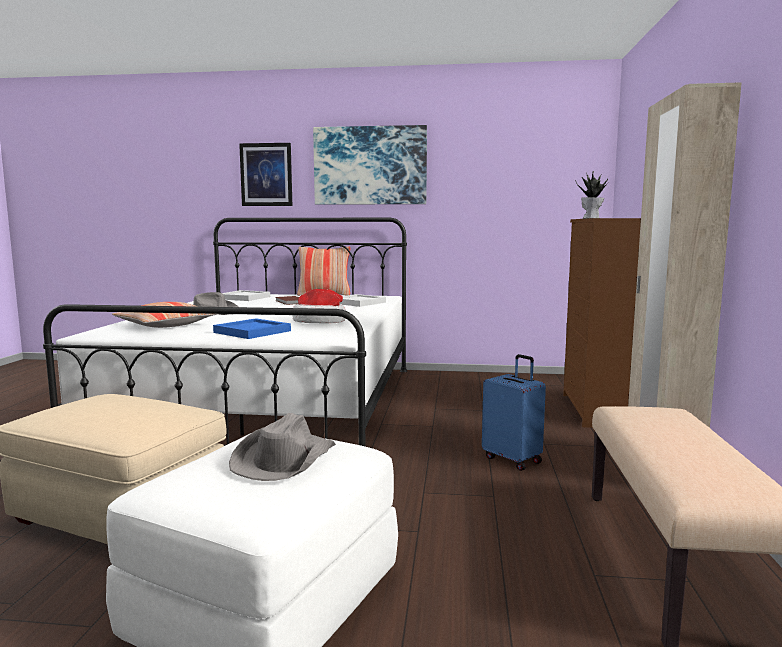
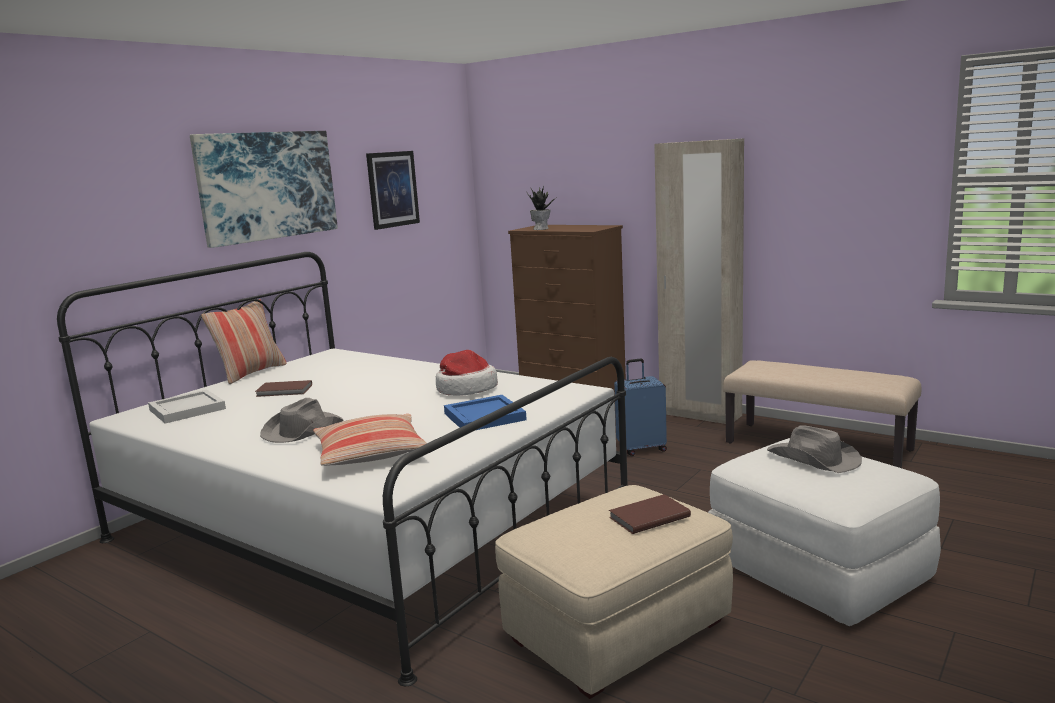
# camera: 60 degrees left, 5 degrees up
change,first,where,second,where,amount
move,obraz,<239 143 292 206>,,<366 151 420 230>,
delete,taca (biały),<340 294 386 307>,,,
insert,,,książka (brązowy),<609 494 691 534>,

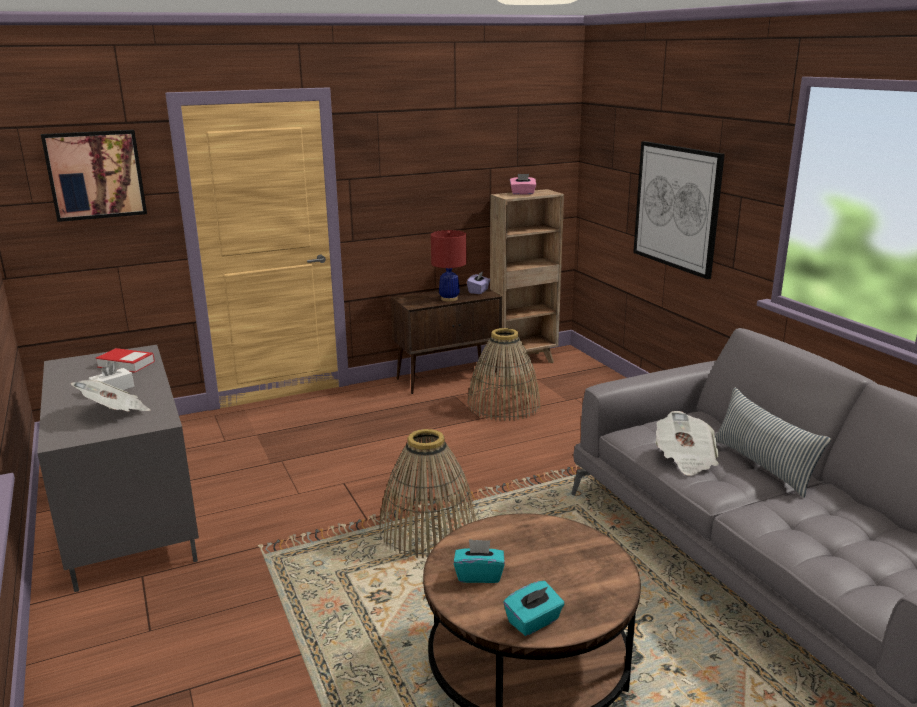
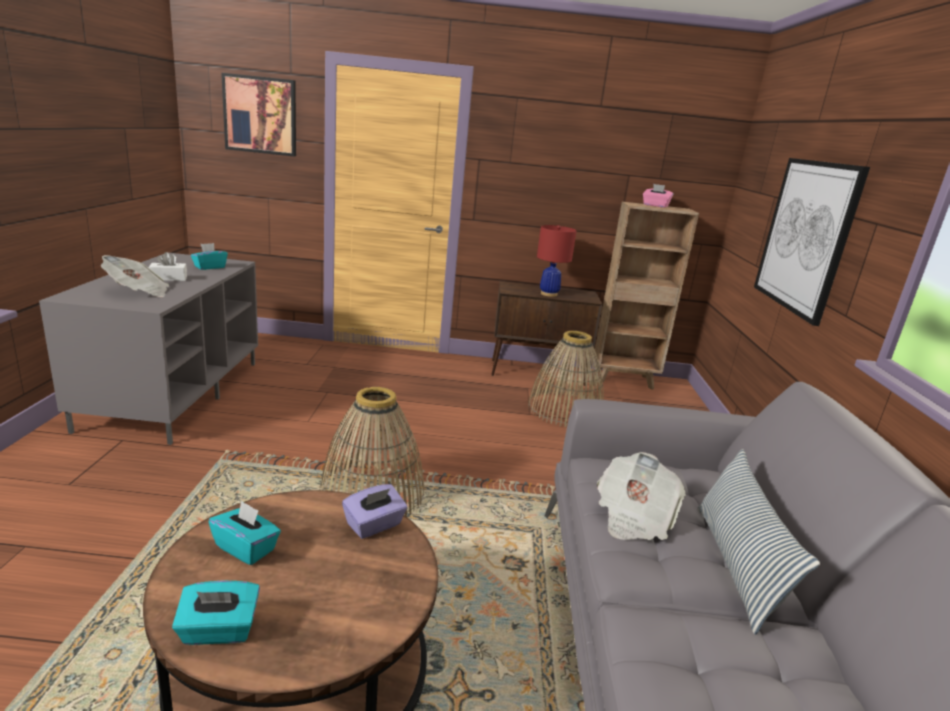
# camera: 25 degrees right, 0 degrees up
change,first,where,second,where,amount
replace,książka,<96 348 155 373>,pudełko chusteczek (turkusowy),<191 243 228 270>,
move,pudełko chusteczek (fioletowy),<467 271 490 294>,,<342 484 407 539>,

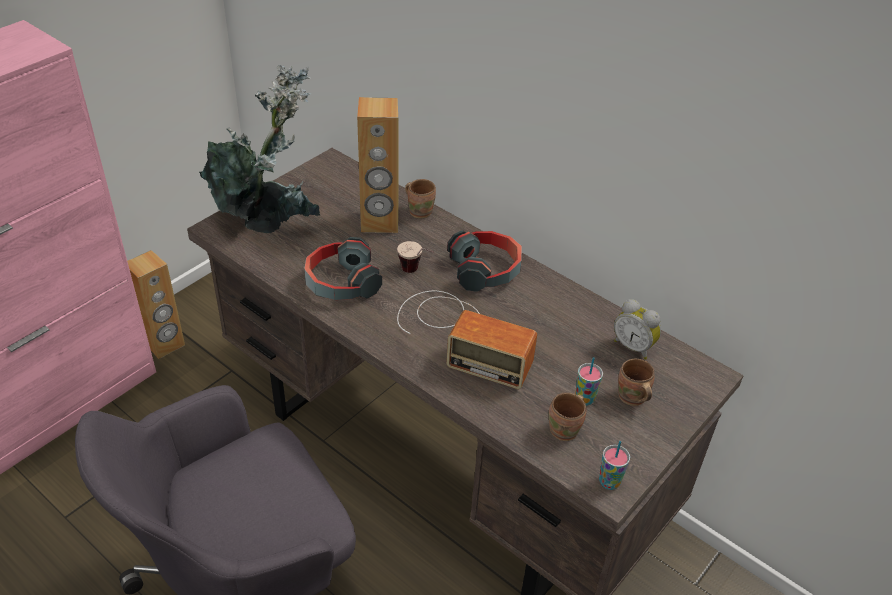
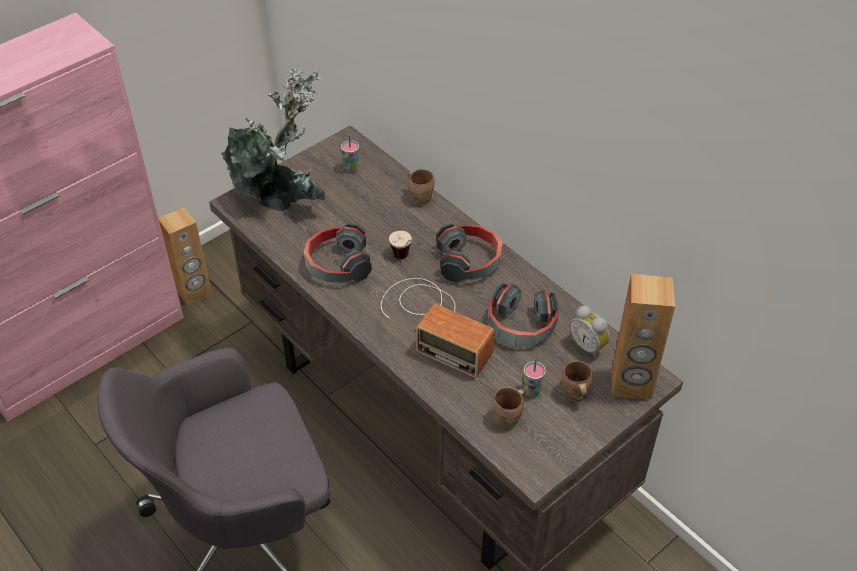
# camera: 10 degrees right, 5 degrees up
change,first,where,second,where,amount
move,głośnik (brązowy),<357 97 399 233>,,<612 274 675 400>,
move,filiżanka,<599 441 630 490>,,<341 134 359 173>,
insert,,,słuchawki,<489 283 558 348>,

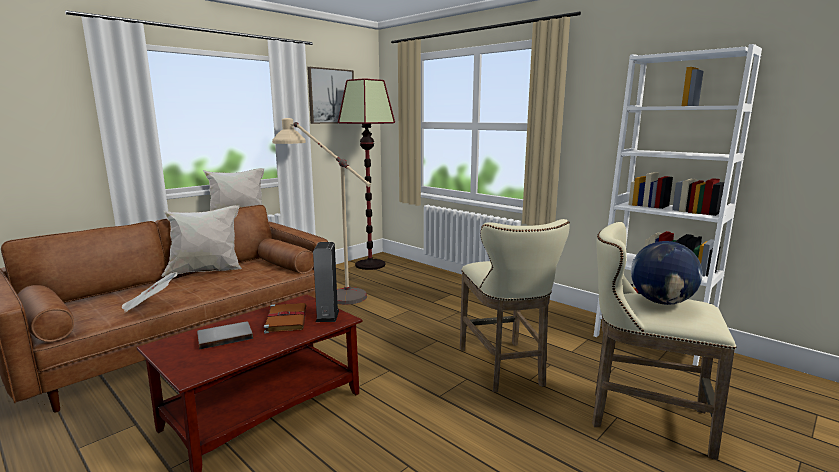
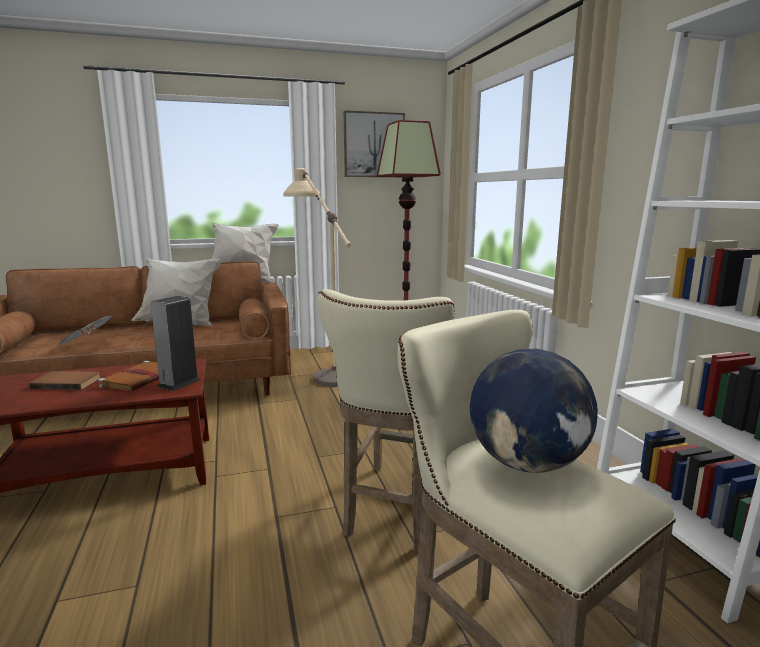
# camera: 30 degrees right, 0 degrees up
change,first,where,second,where,amount
recolor,książka (szary),<197 322 253 349>,książka (brązowy),<29 371 101 390>,

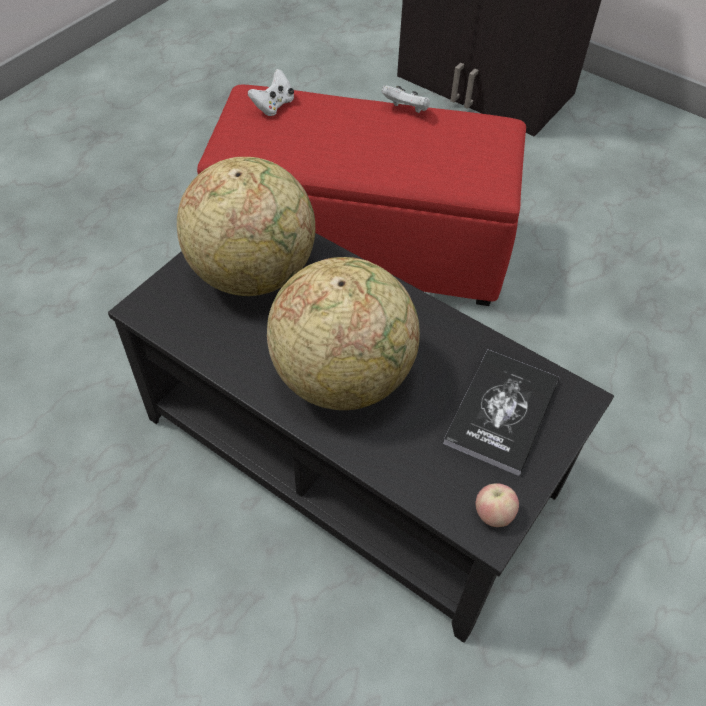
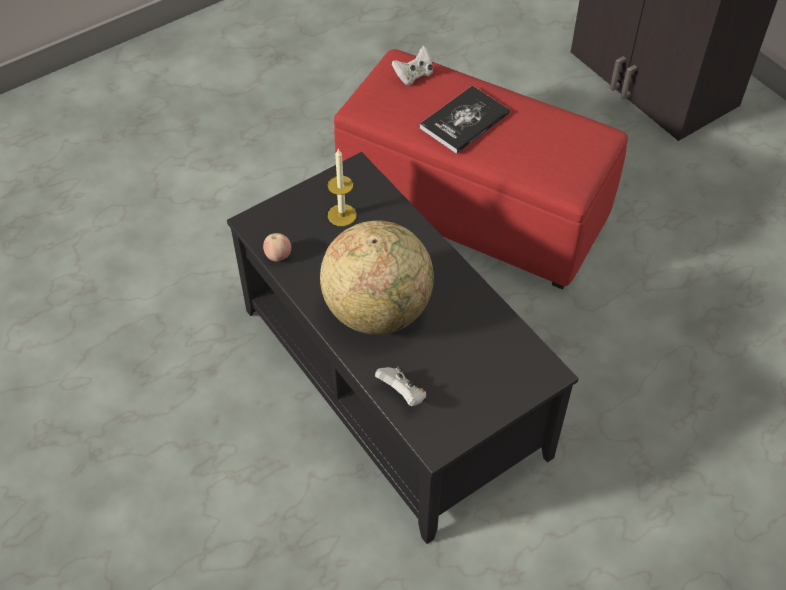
# camera: 20 degrees right, 0 degrees up
change,first,where,second,where,amount
replace,globus,<177 157 315 296>,świeca,<328 148 357 226>,
move,pad do gier (biały),<382 86 430 113>,,<375 366 426 406>,
move,książka,<443 350 559 476>,,<420 85 510 154>,
move,jabłko,<475 483 519 527>,,<263 233 291 261>,

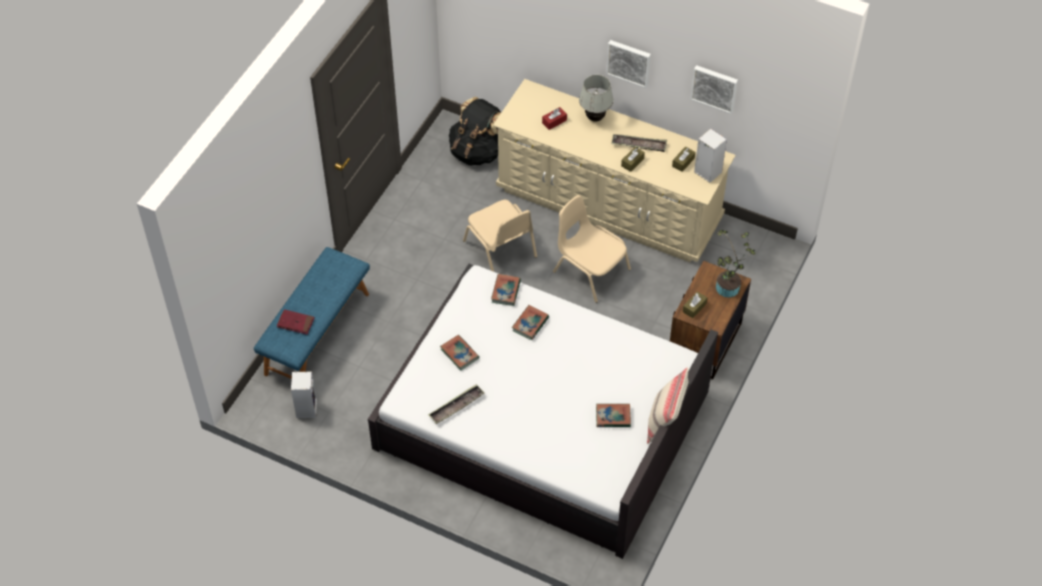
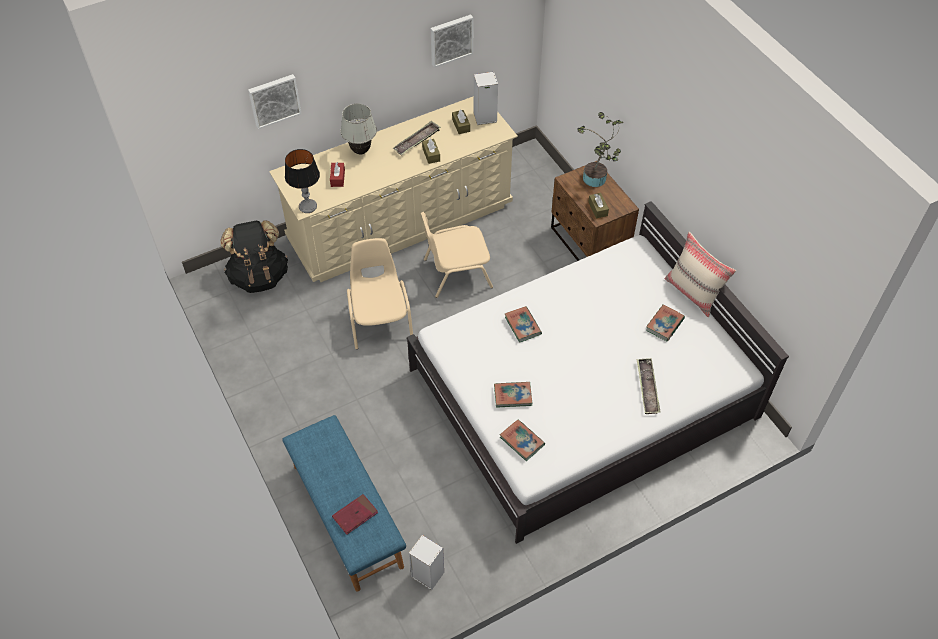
# camera: 55 degrees left, 0 degrees up
change,first,where,second,where,amount
move,taca,<428 384 485 424>,,<637 358 661 414>,
rotate,krzesło (beżowy),<463 200 537 272>,,<347 238 413 349>,105 degrees counterclockwise
move,książka,<491 274 521 306>,,<500 419 545 461>,
move,obraz,<606 40 651 88>,,<248 74 302 129>,
insert,,,lampa stołowa,<285 149 320 213>,

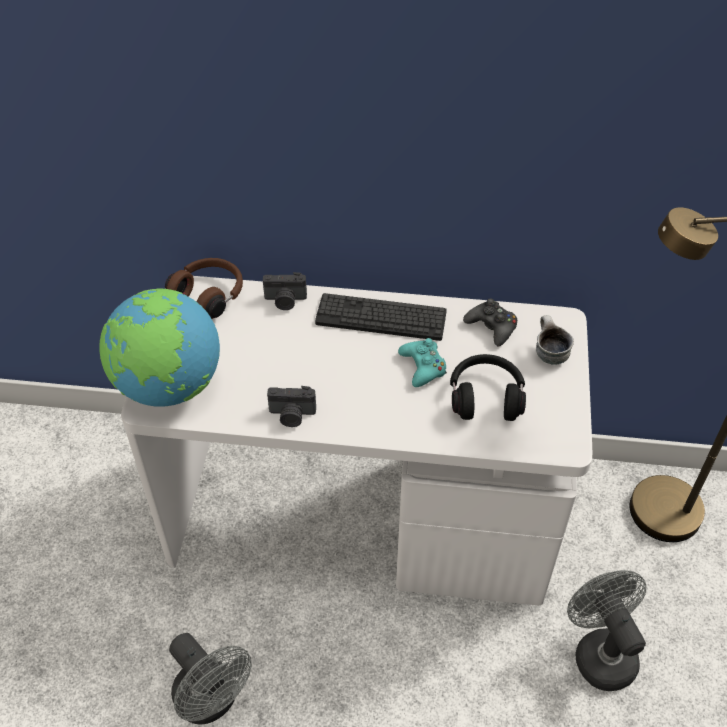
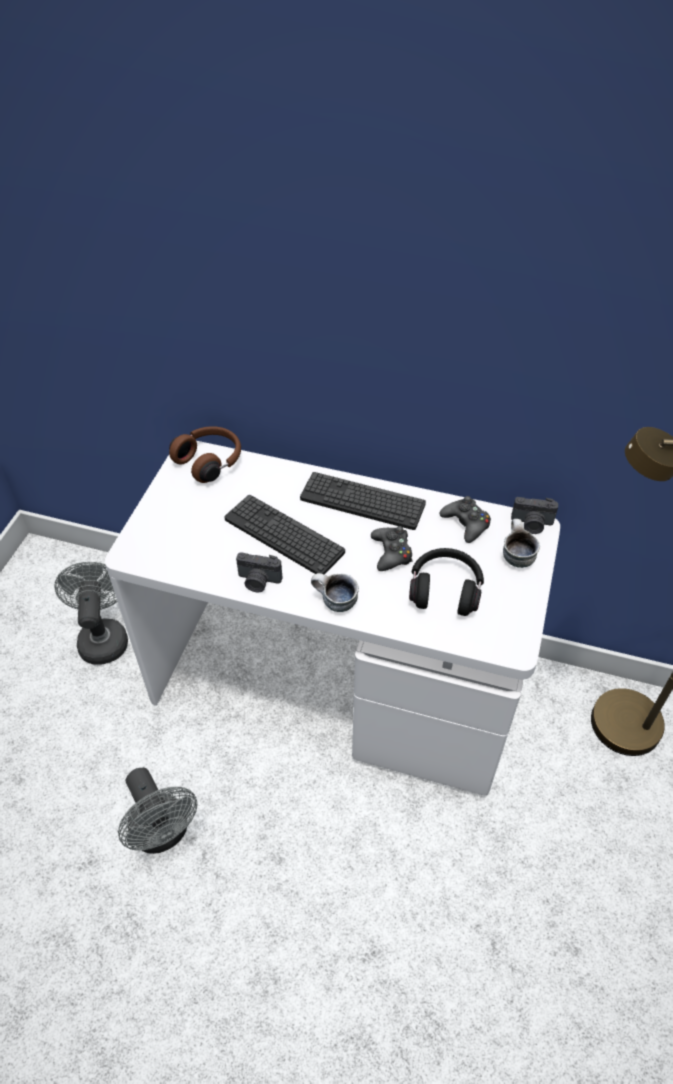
# camera: 10 degrees right, 0 degrees up
change,first,where,second,where,amount
delete,globus,<99 289 220 407>,,,
move,aparat fotograficzny,<263 272 307 310>,,<511 497 558 534>,
recolor,pad do gier (turkusowy),<398 338 447 387>,pad do gier (czarny),<371 526 413 571>,
move,wentylator (szary),<567 570 646 691>,,<54 562 128 665>,
insert,,,klawiatura,<225 495 345 575>,
insert,,,kubek,<311 573 359 612>,

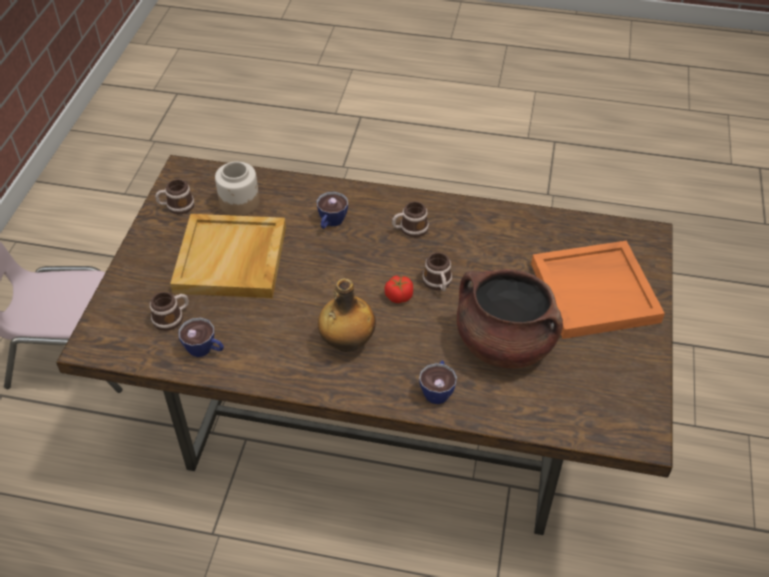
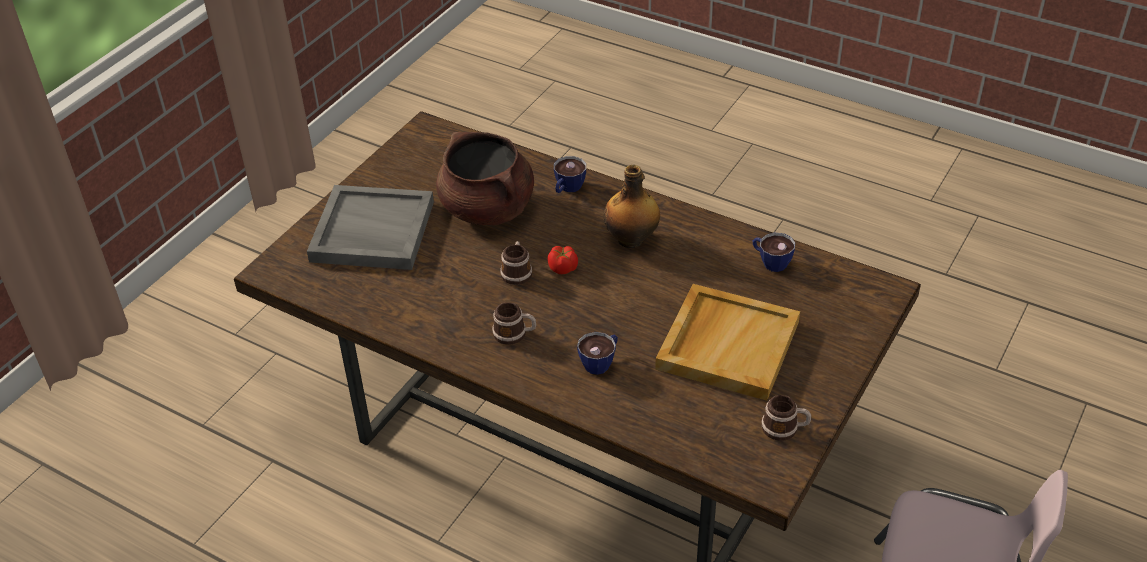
# camera: 160 degrees left, 5 degrees down
change,first,where,second,where,amount
delete,kubek,<150 292 189 331>,,,
delete,słoik,<215 162 260 216>,,,
recolor,taca (pomarańczowy),<531 241 665 339>,taca (szary),<307 185 434 270>,

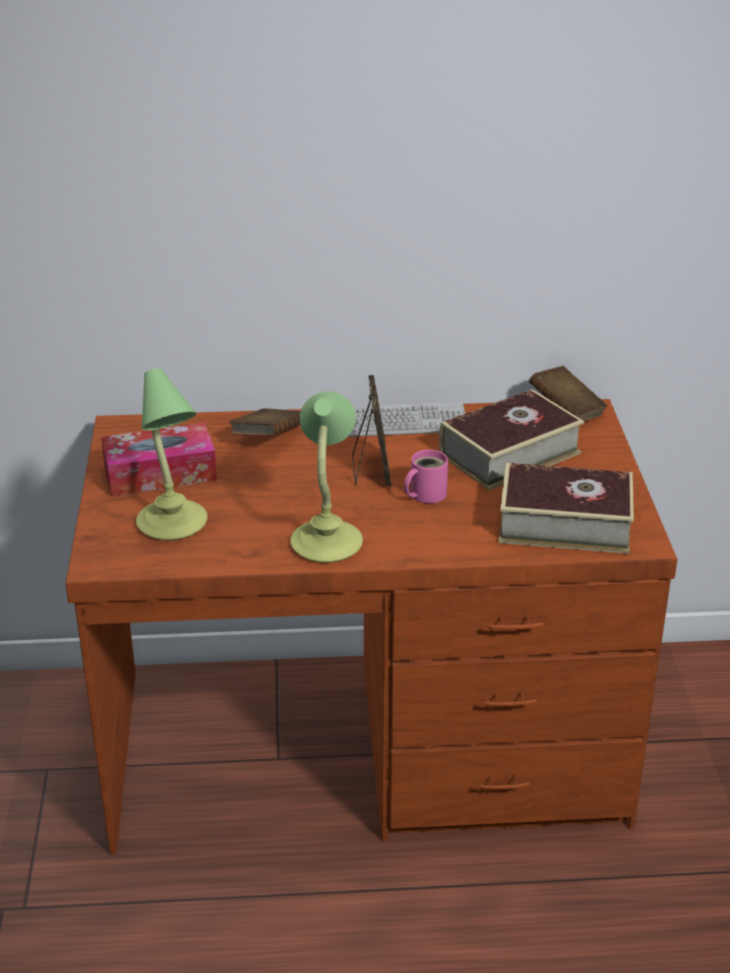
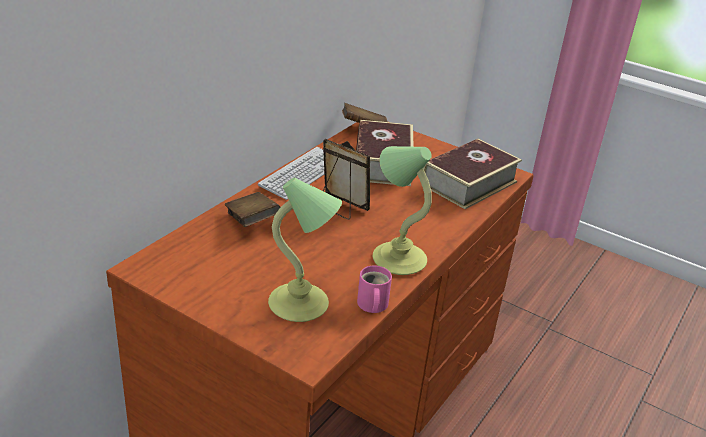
# camera: 55 degrees left, 0 degrees up
change,first,where,second,where,amount
delete,pudełko chusteczek,<101 423 217 496>,,,
move,kubek (różowy),<404 450 448 503>,,<357 266 392 313>,

